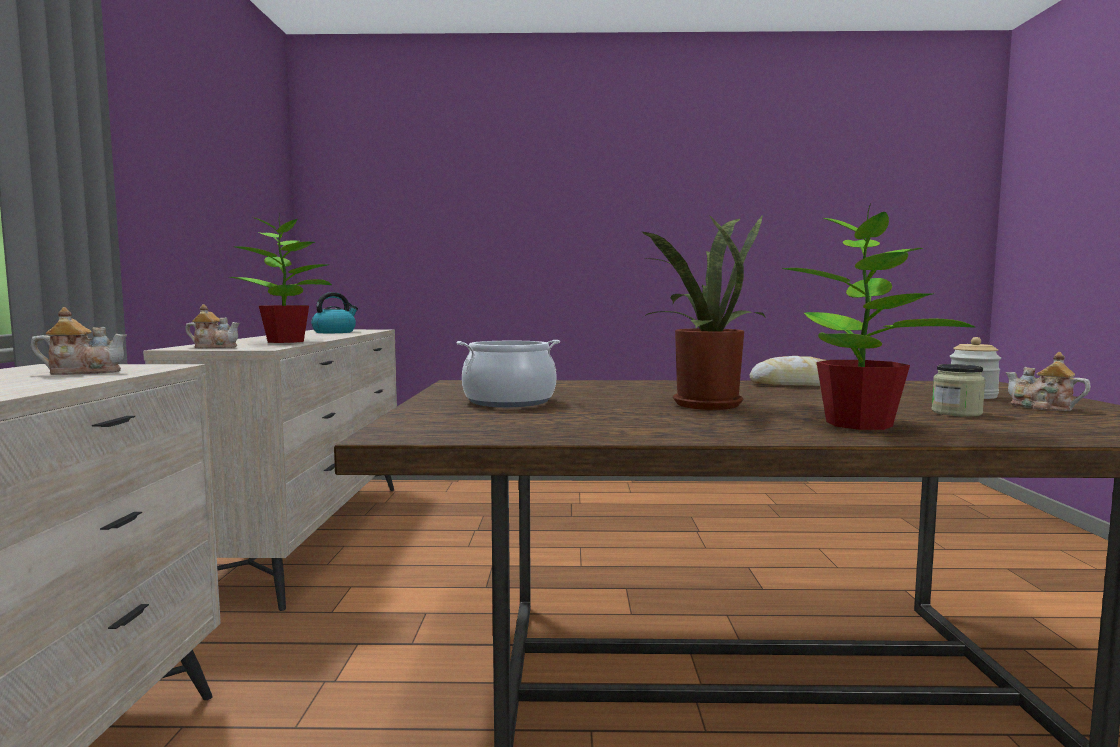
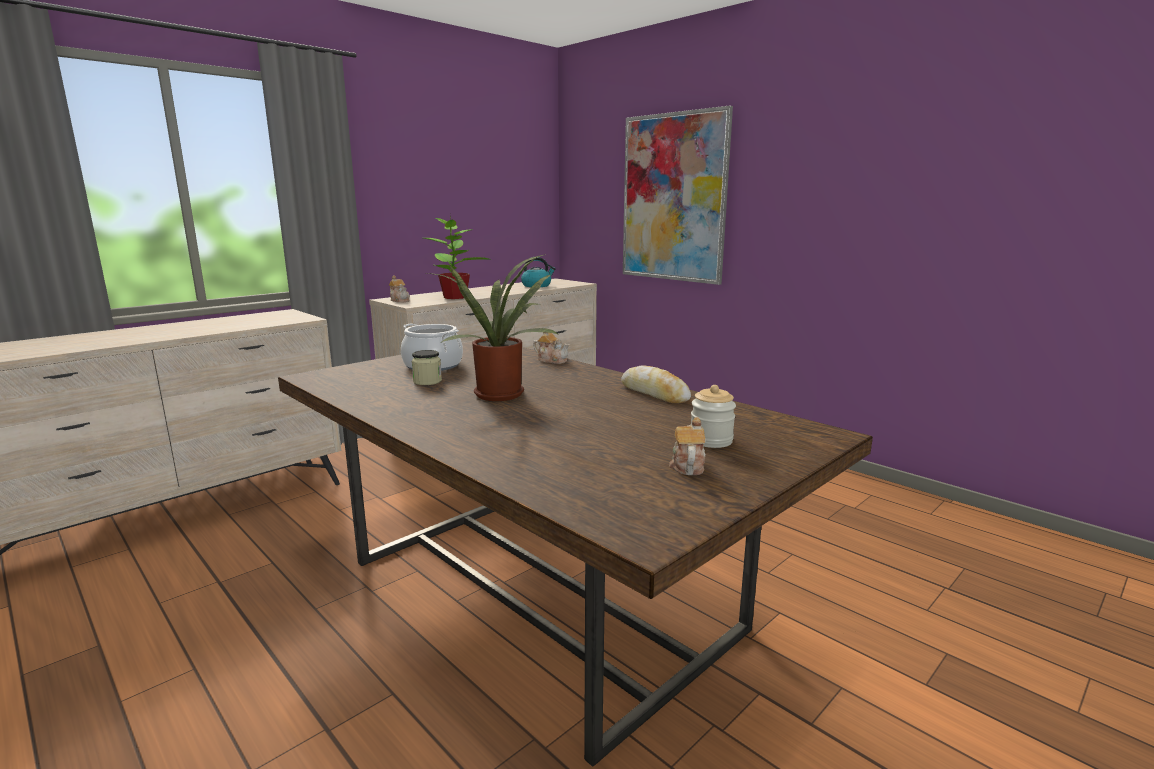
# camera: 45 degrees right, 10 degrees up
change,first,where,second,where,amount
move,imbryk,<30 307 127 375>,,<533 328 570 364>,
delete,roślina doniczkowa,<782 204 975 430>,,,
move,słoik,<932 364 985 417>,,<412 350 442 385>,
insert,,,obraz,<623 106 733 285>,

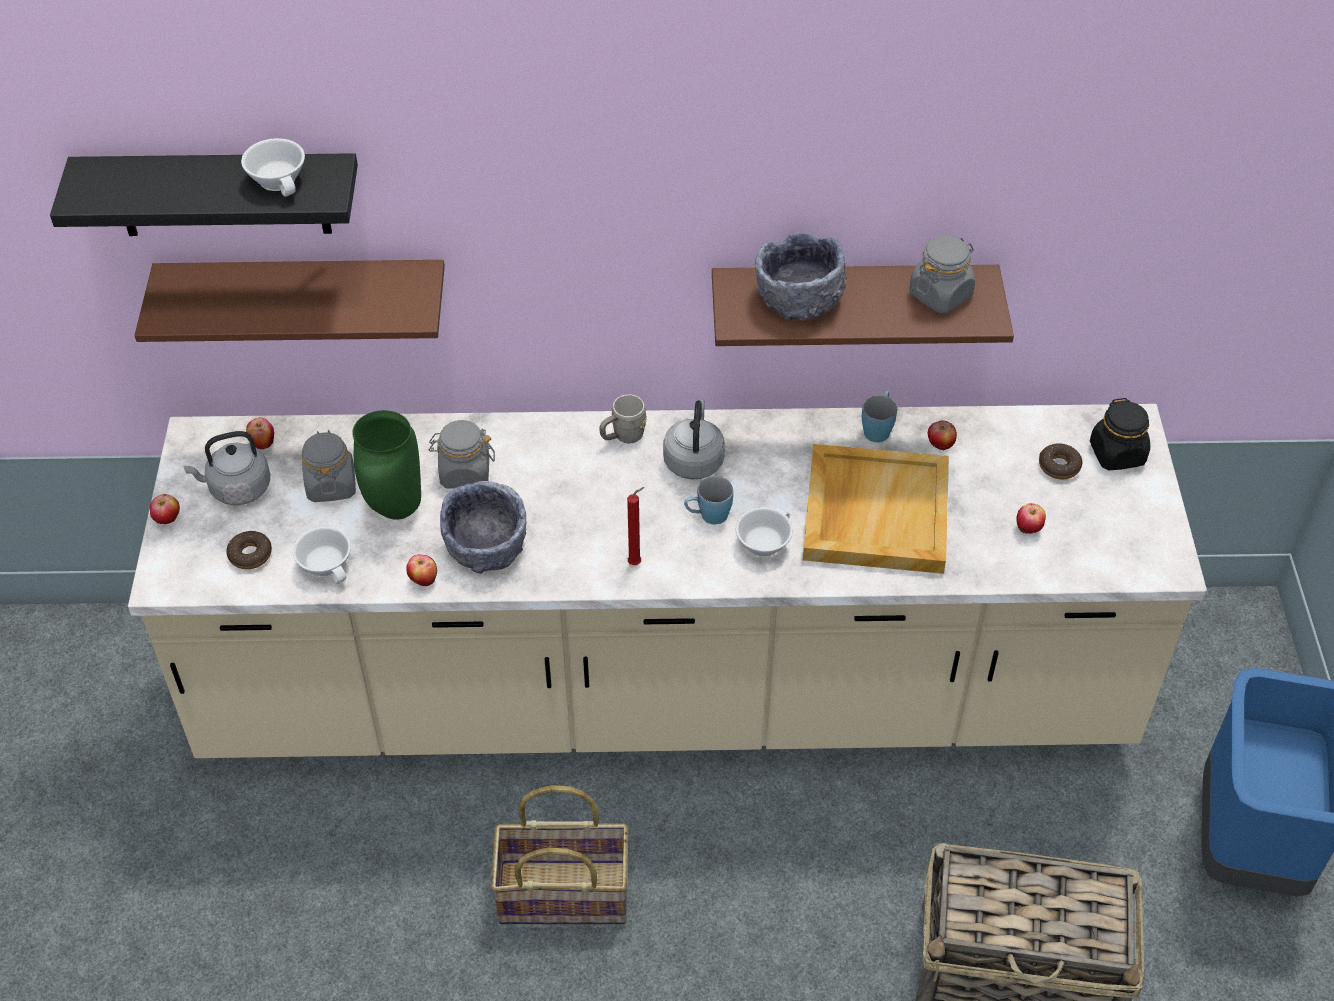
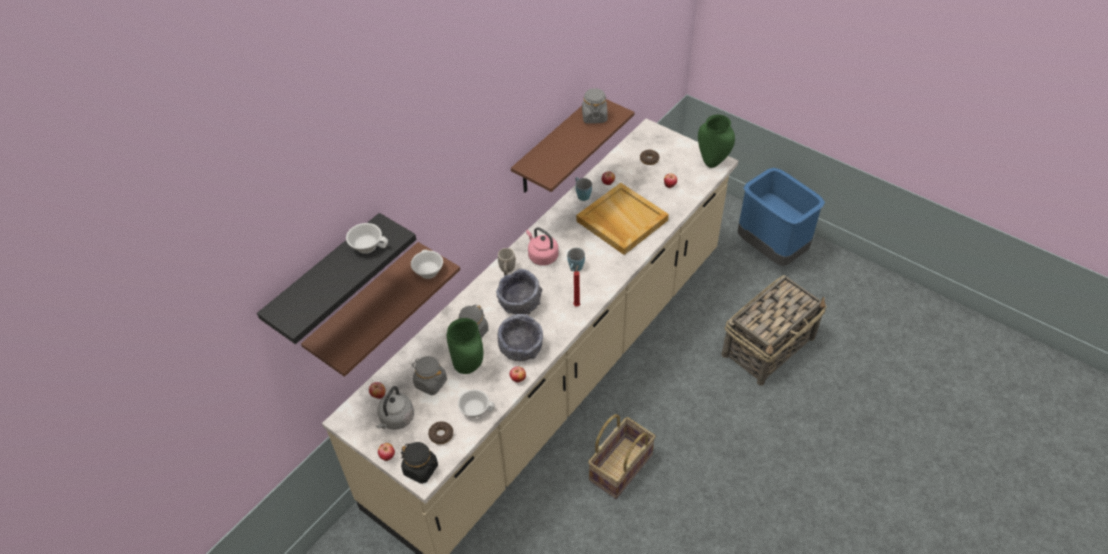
# camera: 50 degrees left, 0 degrees up
change,first,where,second,where,amount
recolor,czajnik (szary),<663 399 725 479>,czajnik (różowy),<526 227 559 266>,
move,filiżanka (biały),<736 507 793 557>,,<411 250 443 279>,
move,miska (szary),<755 232 847 321>,,<496 269 542 314>,
move,słoik (czarny),<1090 398 1150 470>,,<401 442 438 484>,
insert,,,wazon (zielony),<698 115 735 168>,

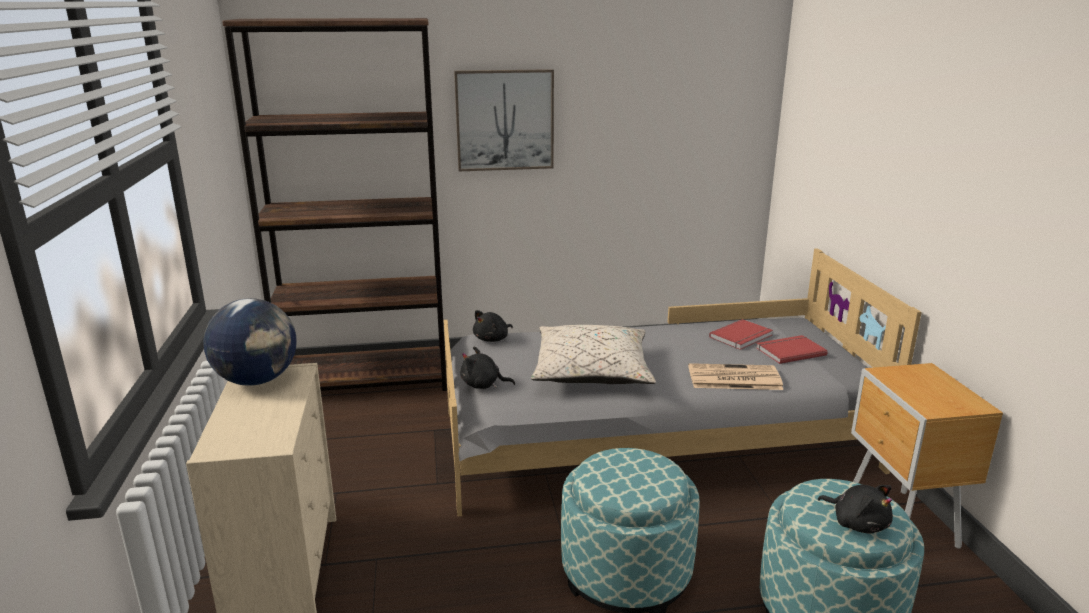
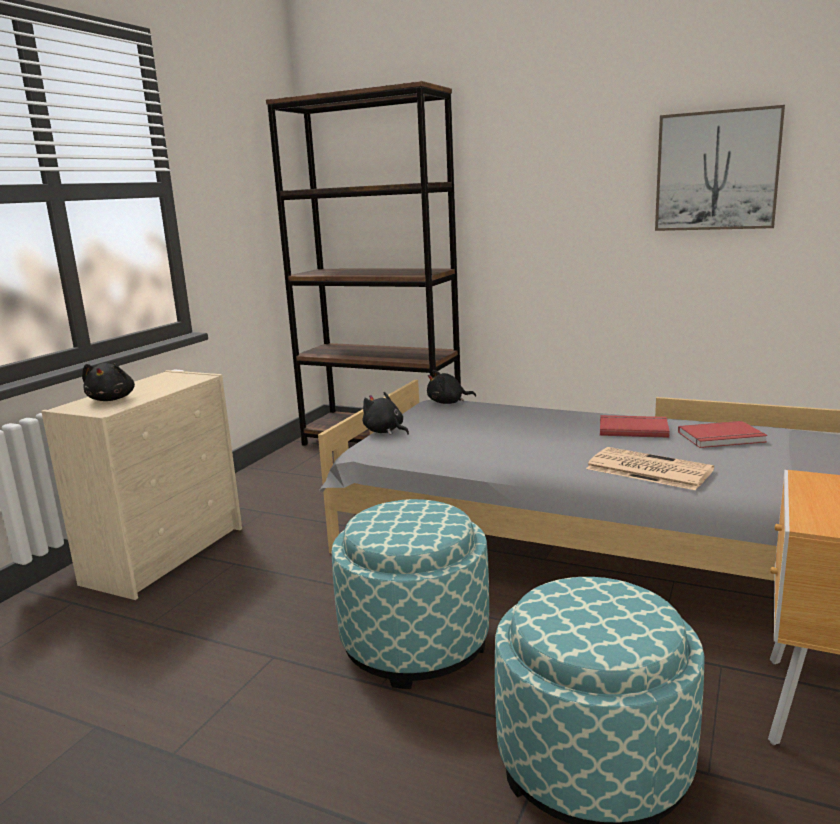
# camera: 35 degrees right, 5 degrees down
change,first,where,second,where,amount
delete,globus,<203 298 296 386>,,,
move,obraz,<454 69 554 171>,,<655 105 785 231>,
delete,poduszka (beżowy),<531 325 656 384>,,,
move,książka (czerwony),<757 335 827 364>,,<600 415 670 438>,
move,pluszak (czarny),<817 485 893 534>,,<82 363 135 401>,

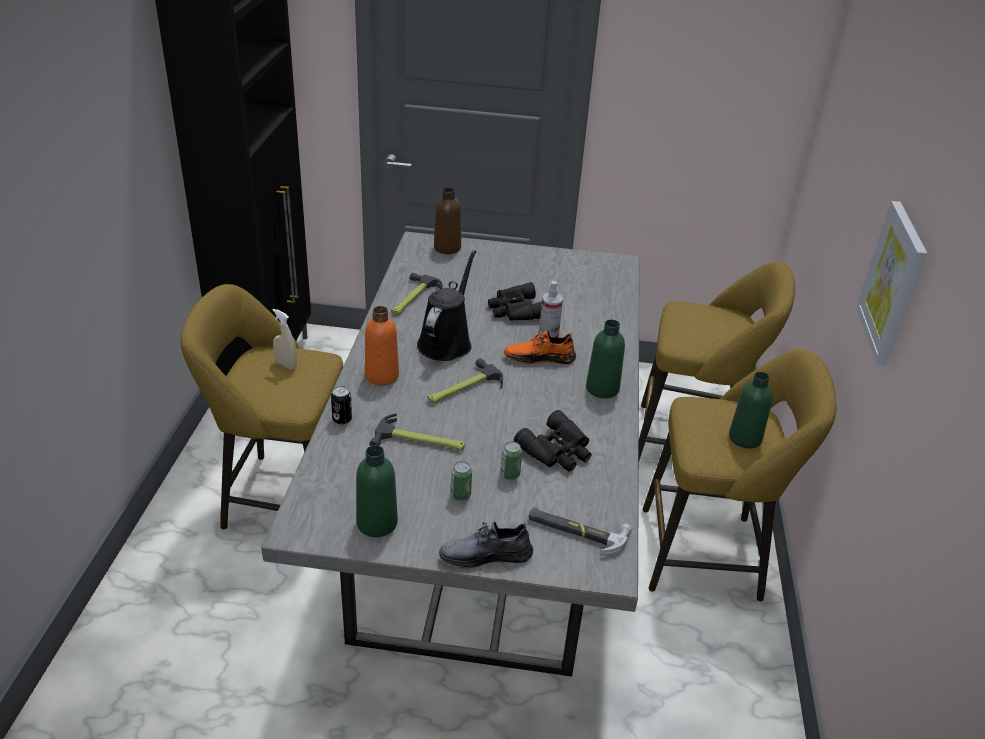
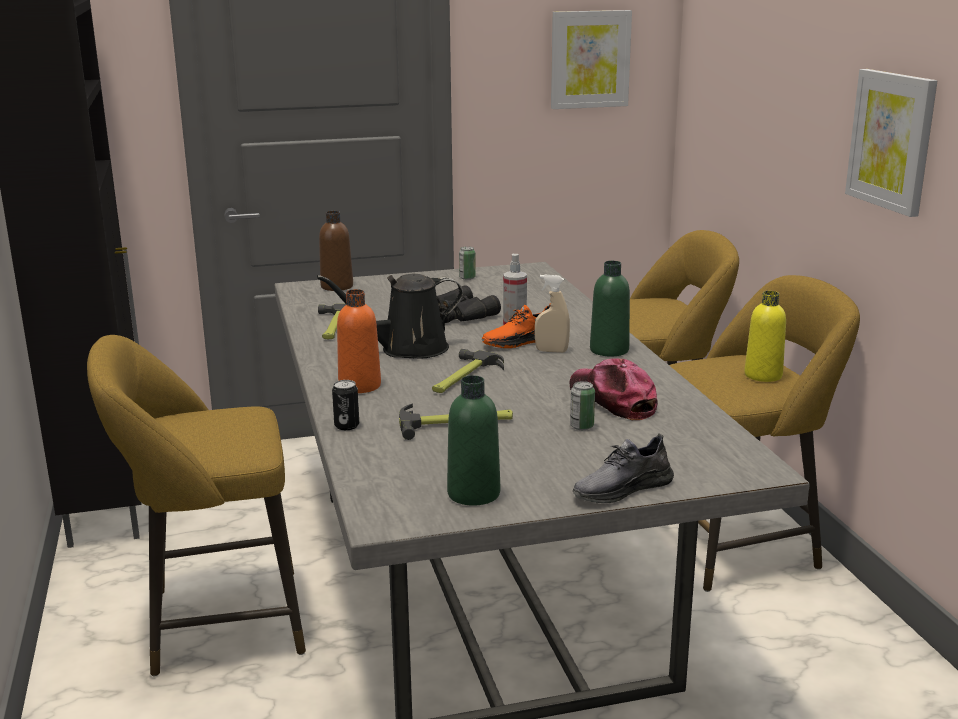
# camera: 20 degrees left, 15 degrees down
change,first,where,second,where,amount
move,spryskiwacz (beżowy),<272 309 297 370>,,<535 274 570 353>,
rotate,konewka (czarny),<417 250 476 361>,,<317 274 463 359>,105 degrees counterclockwise
move,puszka,<451 461 472 501>,,<459 246 476 280>,
replace,lornetka (czarny),<514 410 592 472>,czapka z daszkiem,<570 359 658 420>,
delete,młotek,<528 507 632 556>,,,
recolor,butelka (zielony),<729 372 773 448>,butelka (żółty),<744 291 786 382>,
insert,,,obraz,<551 10 632 109>,

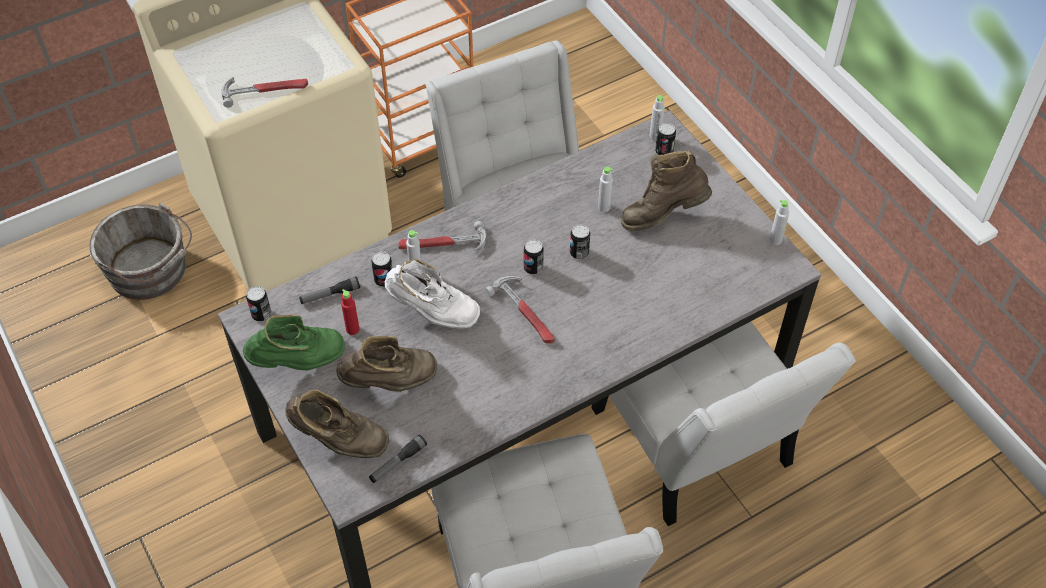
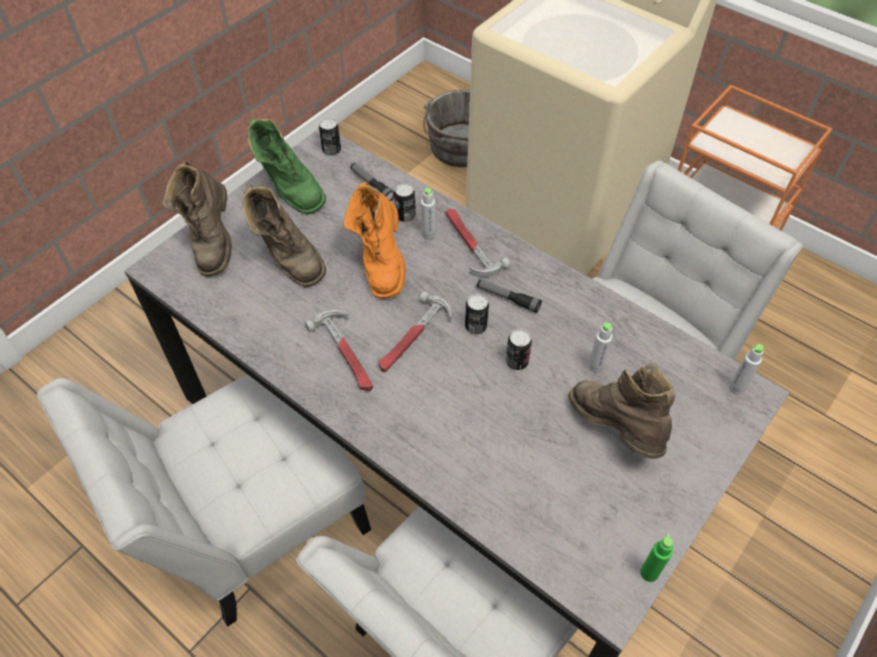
# camera: 70 degrees right, 0 degrees up
change,first,where,second,where,amount
move,młotek,<222 77 308 108>,,<305 310 373 391>,
delete,butelka (czerwony),<341 289 360 335>,,,
move,latarka,<369 435 427 483>,,<477 279 542 313>,
recolor,but z cholewką (biały),<385 259 480 329>,but z cholewką (pomarańczowy),<343 182 405 299>,
delete,puszka,<655 123 676 155>,,,
recolor,butelka (szary),<769 200 789 245>,butelka (zielony),<640 534 673 582>,

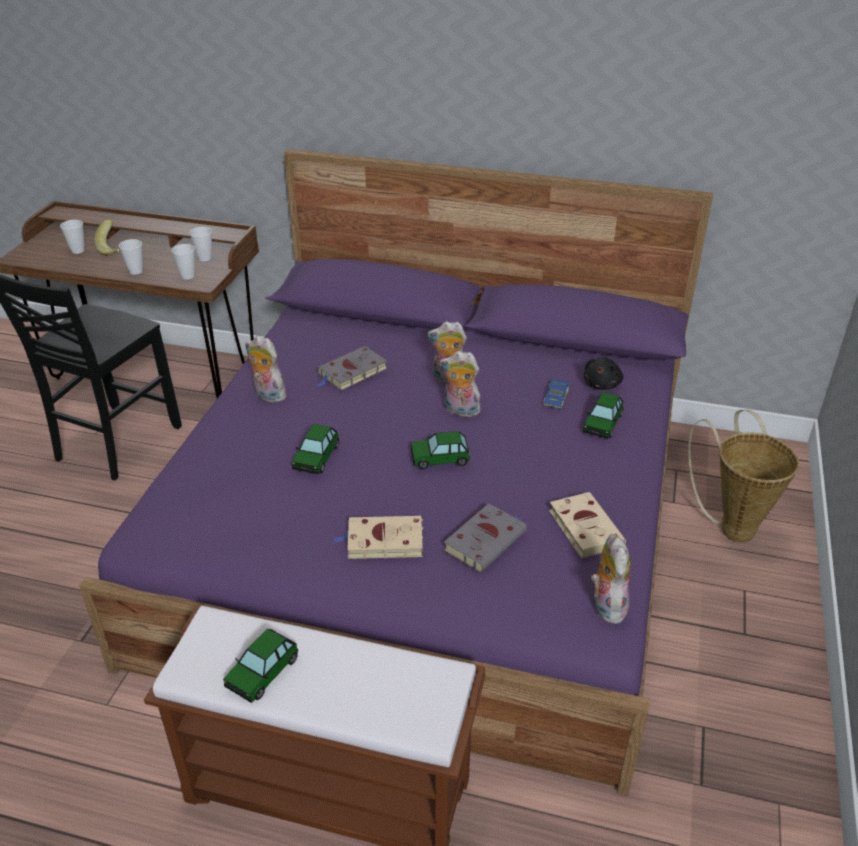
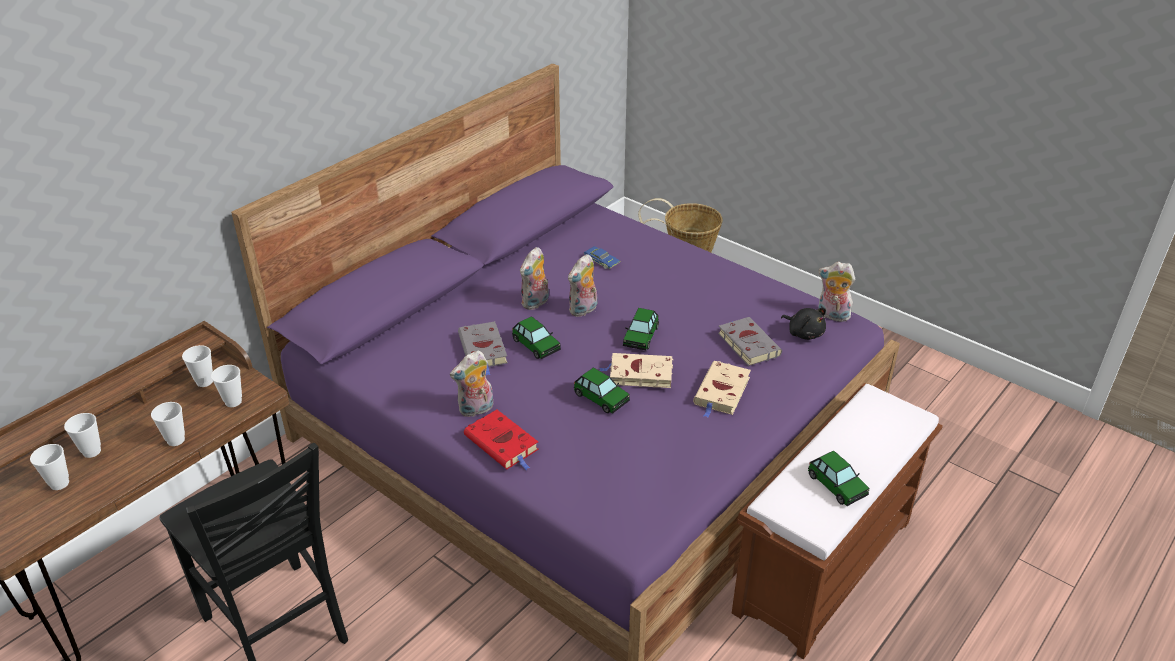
# camera: 65 degrees left, 0 degrees up
change,first,where,second,where,amount
replace,banan,<94 219 120 256>,filiżanka,<64 413 101 458>,
move,książka (beżowy),<549 492 626 559>,,<600 353 673 388>,
move,samochodzik,<583 392 623 439>,,<512 316 561 359>,
move,pluszak (czarny),<584 357 624 390>,,<781 308 826 340>,
insert,,,książka (czerwony),<464 410 539 470>,

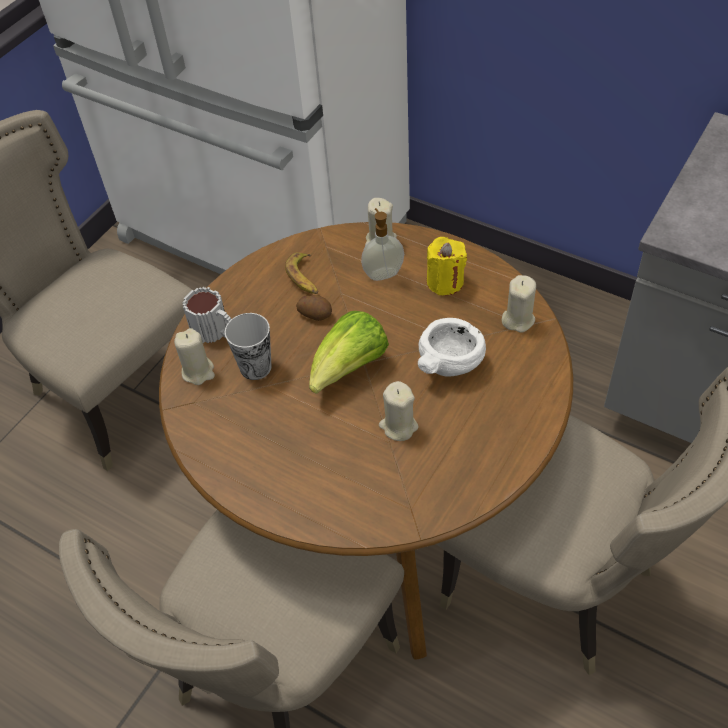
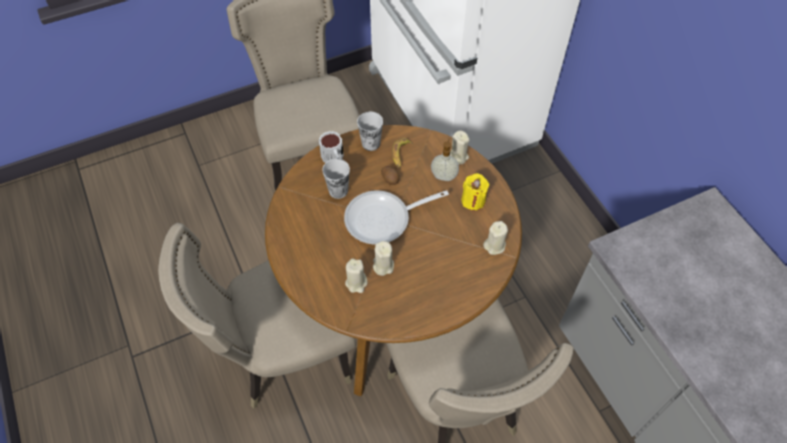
# camera: 30 degrees right, 5 degrees up
change,first,where,second,where,amount
move,świeca (beżowy),<174 328 215 385>,,<345 258 367 293>,
replace,sałata,<309 311 389 394>,patelnia,<344 190 449 245>,
delete,miska (biały),<418 318 486 377>,,,
insert,,,filiżanka,<357 112 383 151>,

